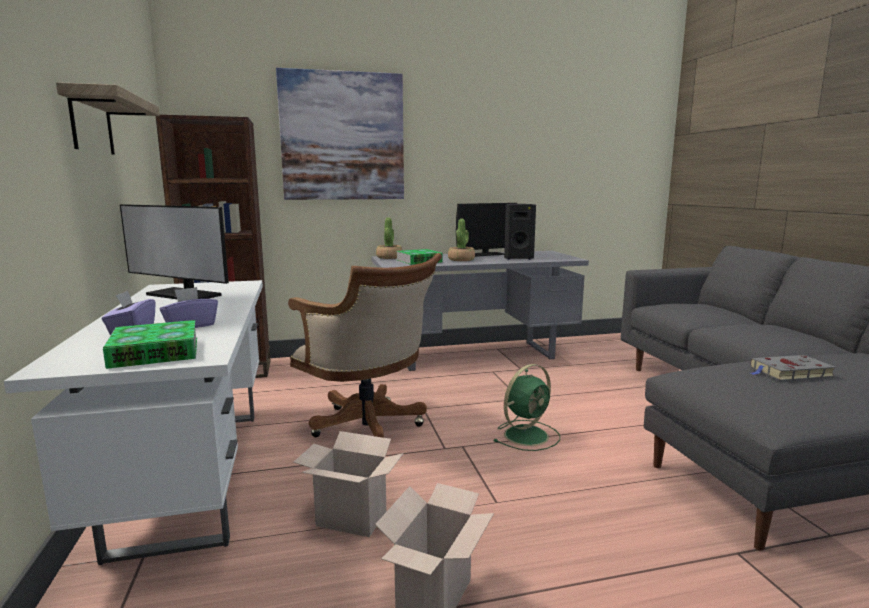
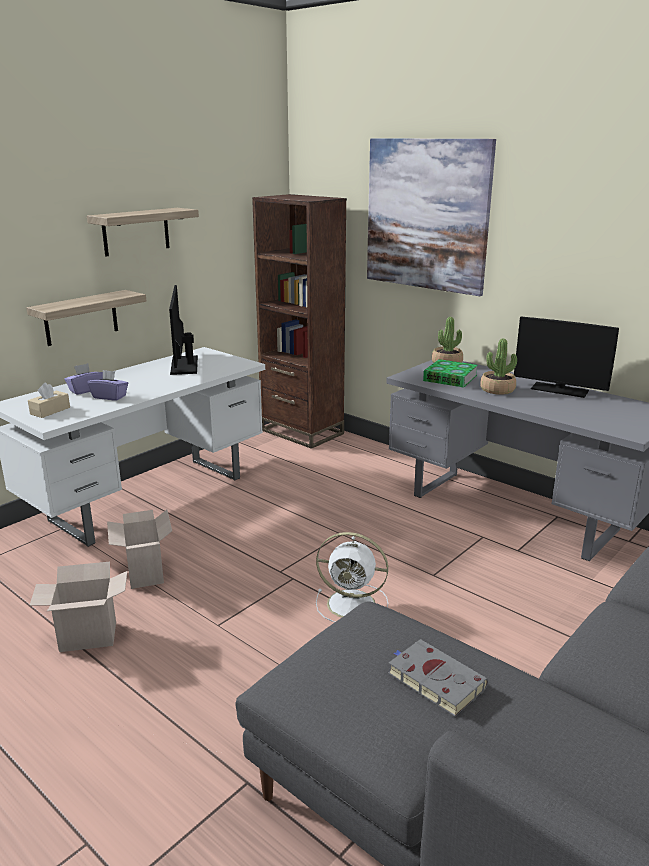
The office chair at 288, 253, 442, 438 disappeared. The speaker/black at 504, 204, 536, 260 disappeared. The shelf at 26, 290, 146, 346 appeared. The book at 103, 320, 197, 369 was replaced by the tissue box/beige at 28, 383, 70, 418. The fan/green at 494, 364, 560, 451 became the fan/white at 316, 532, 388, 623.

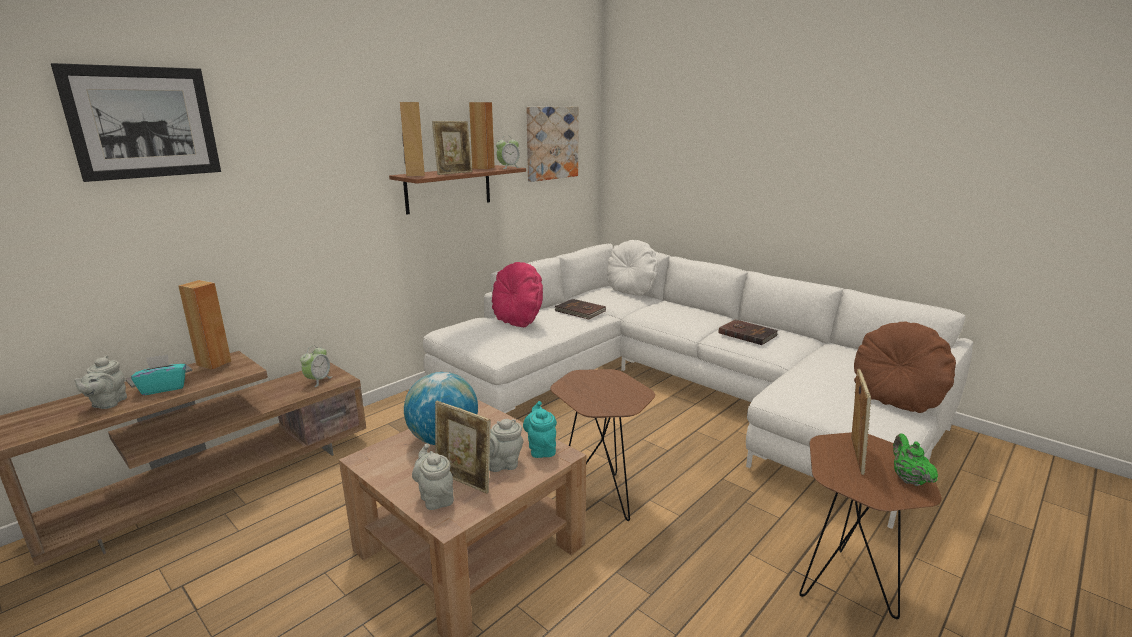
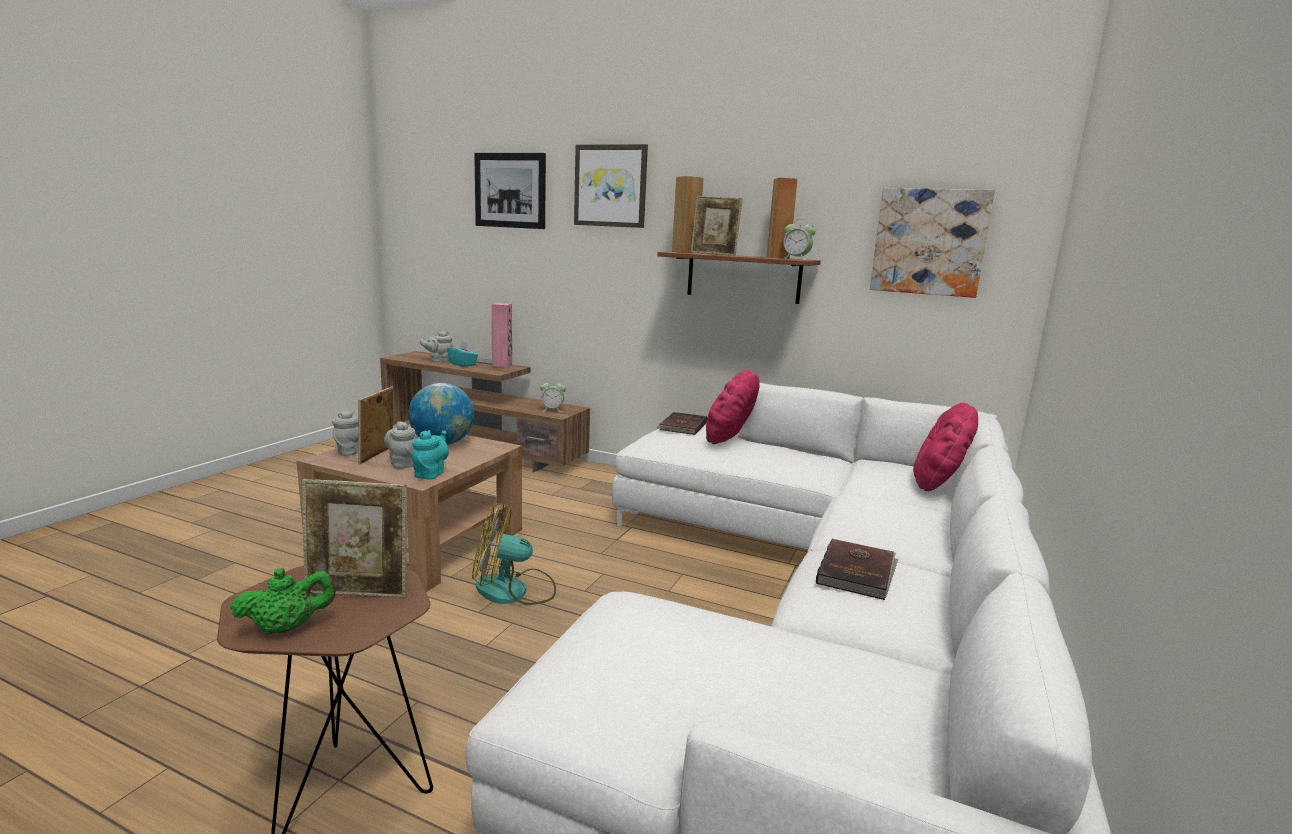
The pillow/brown at 854, 321, 956, 413 disappeared. The picture at 574, 144, 648, 228 appeared. The book/brown moved from 554, 299, 606, 320 to 656, 412, 707, 435. The side table/brown at 550, 369, 655, 521 was replaced by the fan at 472, 503, 556, 605. The speaker/brown at 178, 280, 232, 370 became the speaker/pink at 491, 303, 512, 367. The pillow/white at 607, 240, 658, 296 became the pillow/pink at 913, 403, 978, 491. The teapot/turquoise at 523, 401, 557, 458 turned 45 degrees counterclockwise.

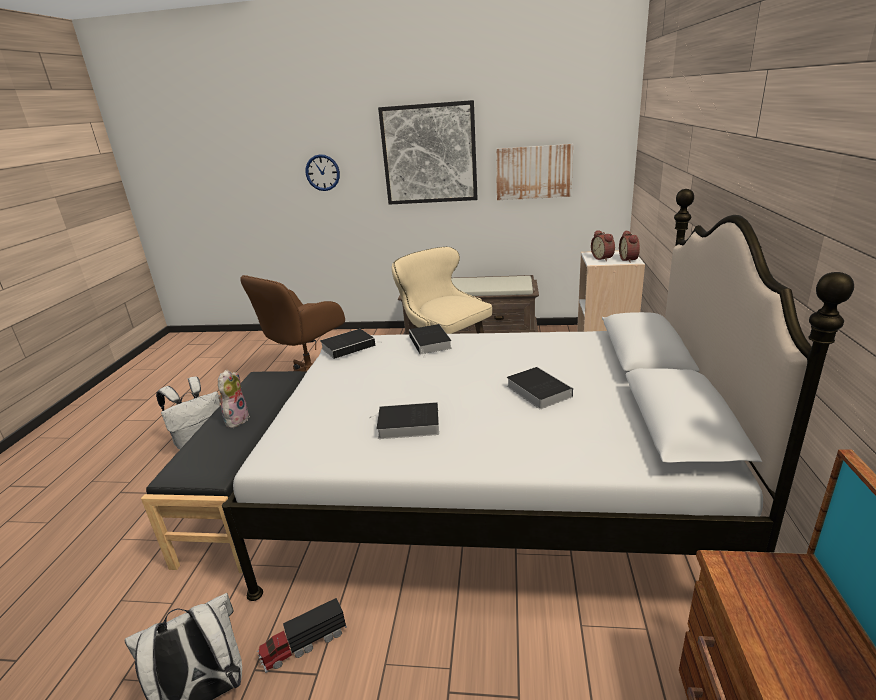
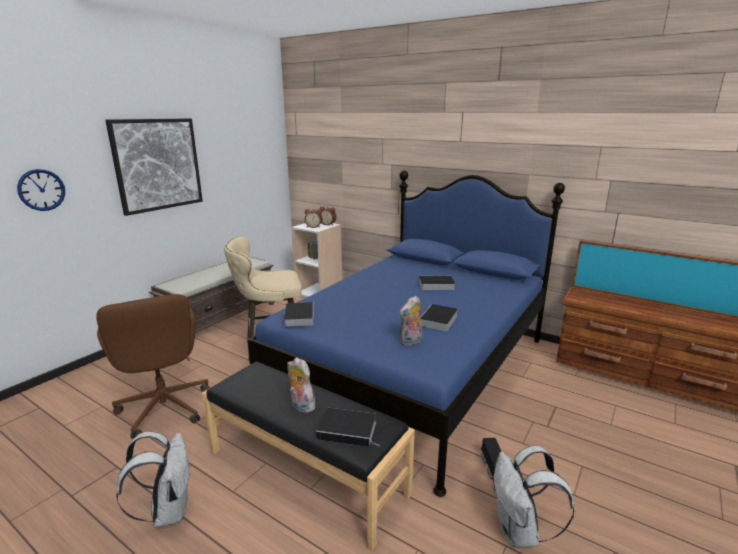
The picture at 496, 144, 573, 200 disappeared. The plush toy at 400, 296, 422, 346 appeared. The book moved from 409, 324, 452, 358 to 316, 408, 381, 447. The bed/white at 222, 189, 854, 601 became the bed/blue at 247, 171, 565, 497.

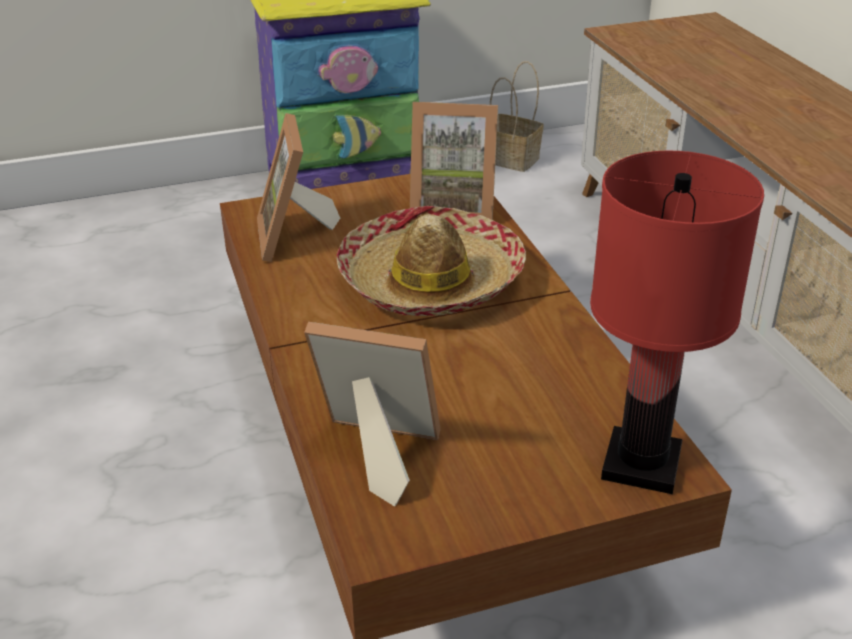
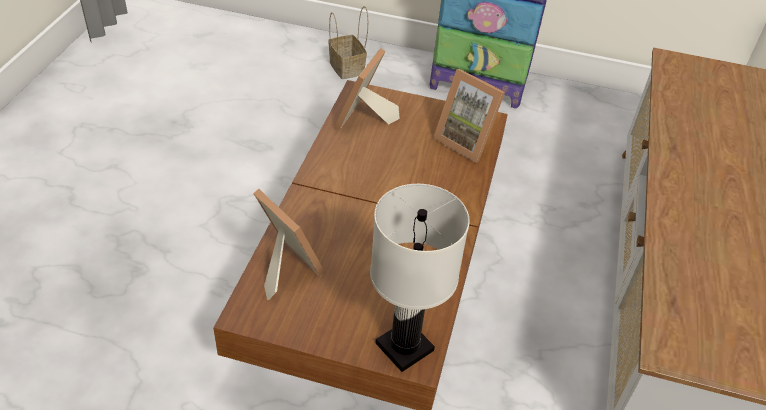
The hat at 337, 206, 526, 316 disappeared. The basket moved from 490, 61, 543, 172 to 328, 6, 368, 79. The table lamp/red at 590, 150, 764, 494 became the table lamp/white at 370, 184, 470, 372.

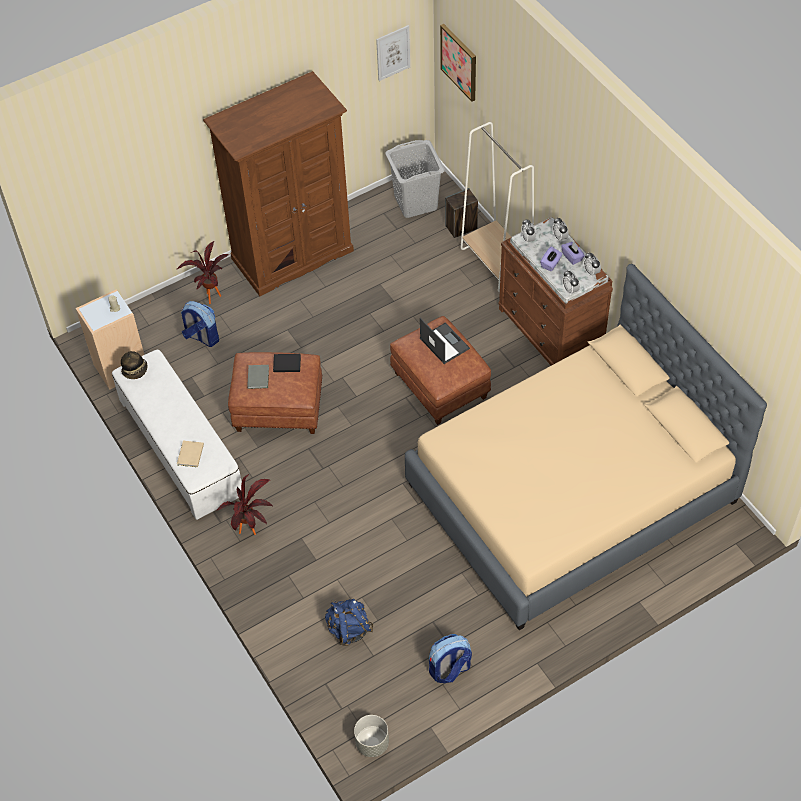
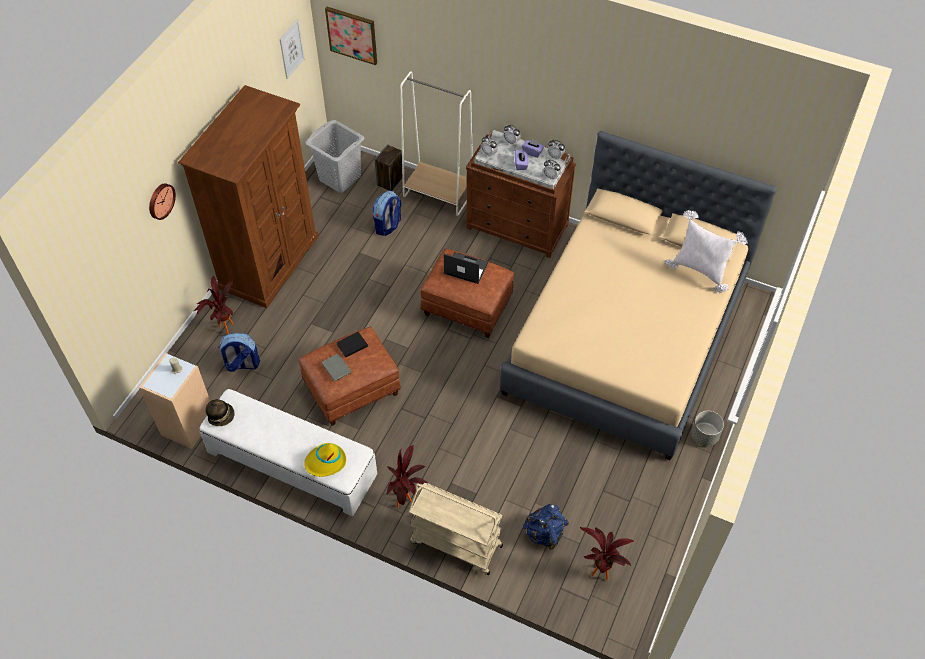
The wall clock at 149, 183, 176, 220 appeared. The cart/beige at 409, 483, 503, 575 appeared. The potted plant at 580, 527, 635, 580 appeared. The pillow/white at 664, 210, 748, 293 appeared. The planter/grey moved from 354, 715, 389, 757 to 691, 411, 724, 446. The backpack moved from 429, 634, 472, 683 to 372, 191, 401, 236. The book/beige at 177, 441, 204, 467 was replaced by the hat/yellow at 304, 443, 346, 477.

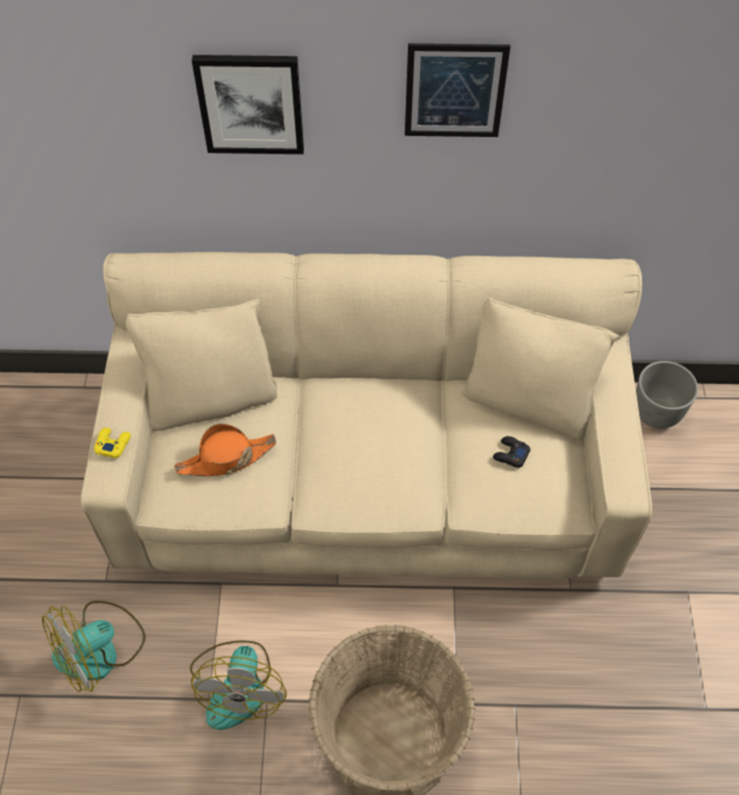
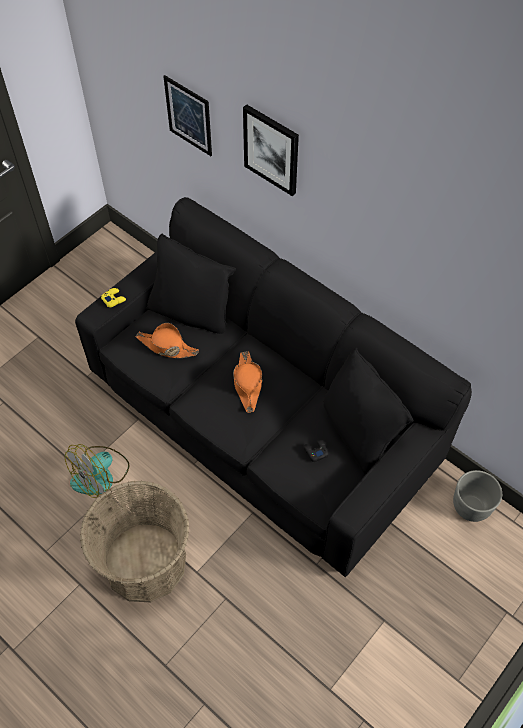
The fan at 42, 601, 146, 692 disappeared. The hat/orange at 233, 351, 263, 413 appeared. The picture moved from 405, 43, 510, 137 to 163, 75, 212, 156. The sofa/beige at 81, 252, 652, 579 became the sofa/black at 75, 197, 472, 577.

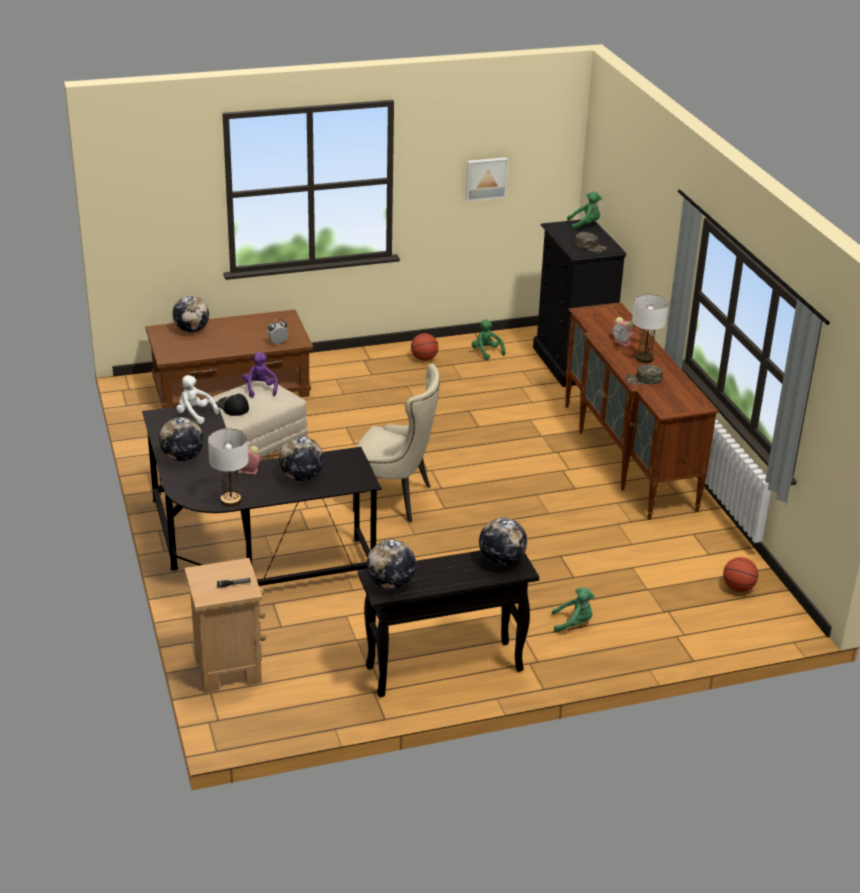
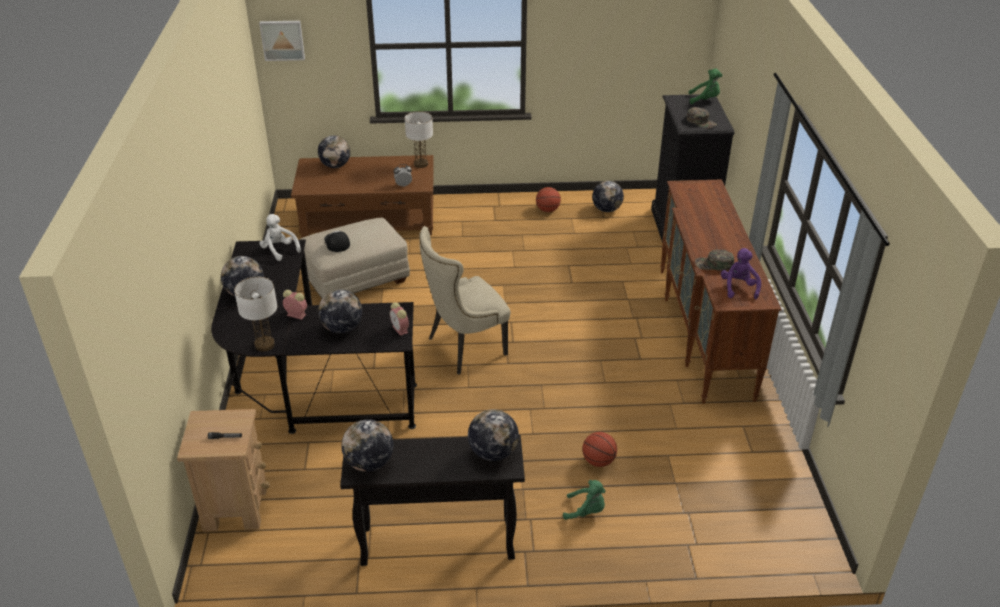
The plush toy/purple moved from 242, 352, 278, 397 to 721, 248, 761, 299. The picture moved from 466, 157, 508, 201 to 259, 21, 305, 61. The alarm clock moved from 613, 317, 634, 346 to 390, 302, 409, 336. The table lamp moved from 632, 294, 669, 363 to 405, 111, 433, 168. The basketball moved from 723, 557, 758, 592 to 582, 432, 617, 467. The plush toy/green at 472, 319, 506, 360 was replaced by the globe at 592, 181, 624, 212. The chair/beige at 353, 363, 440, 523 turned 120 degrees clockwise.

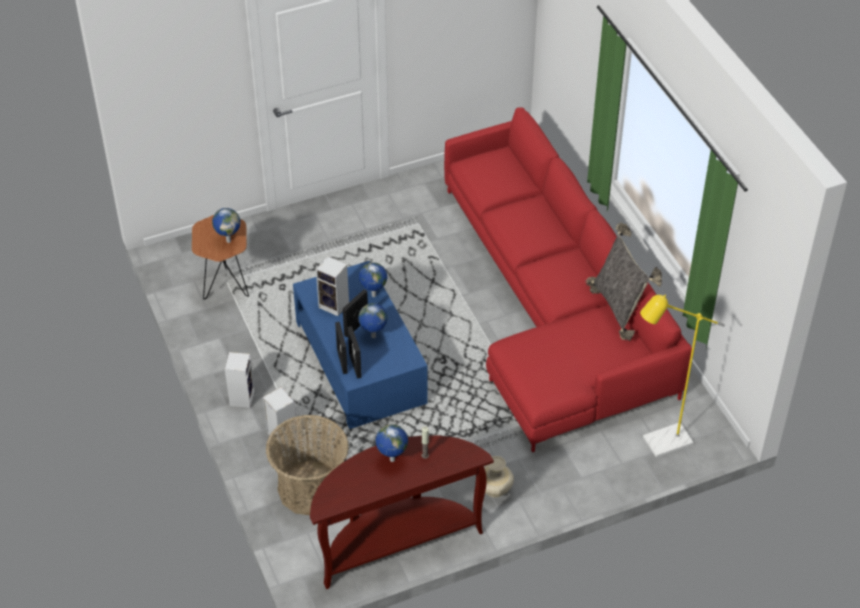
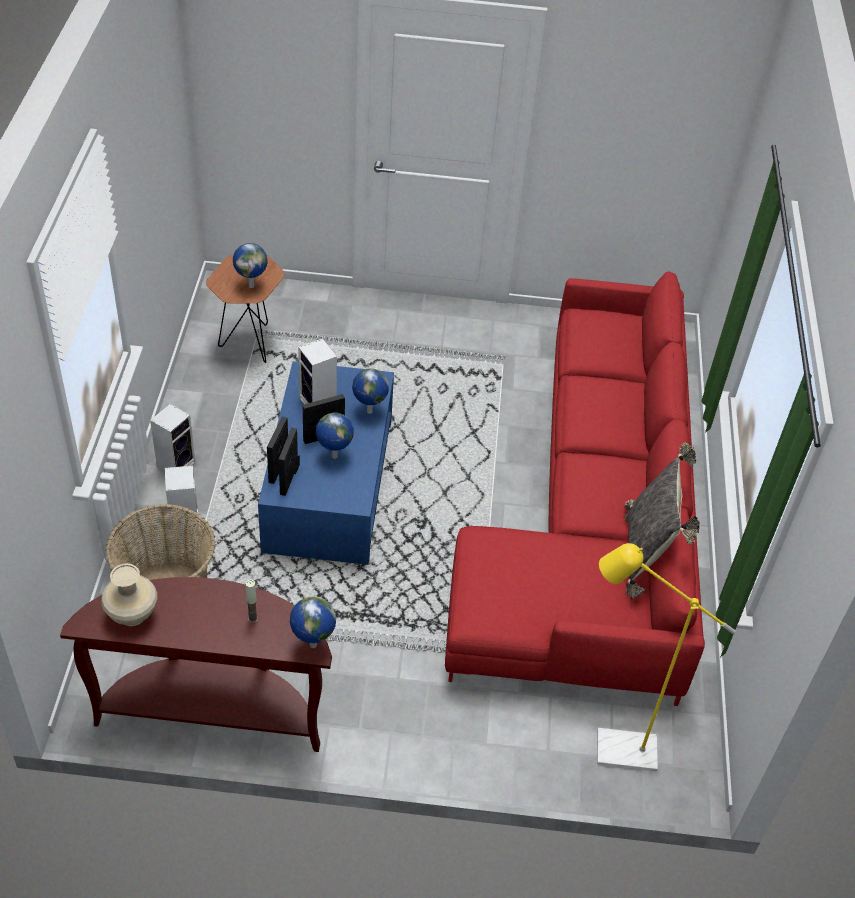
The globe moved from 375, 424, 408, 462 to 290, 596, 336, 648. The vase/beige moved from 484, 456, 514, 498 to 101, 563, 157, 626.

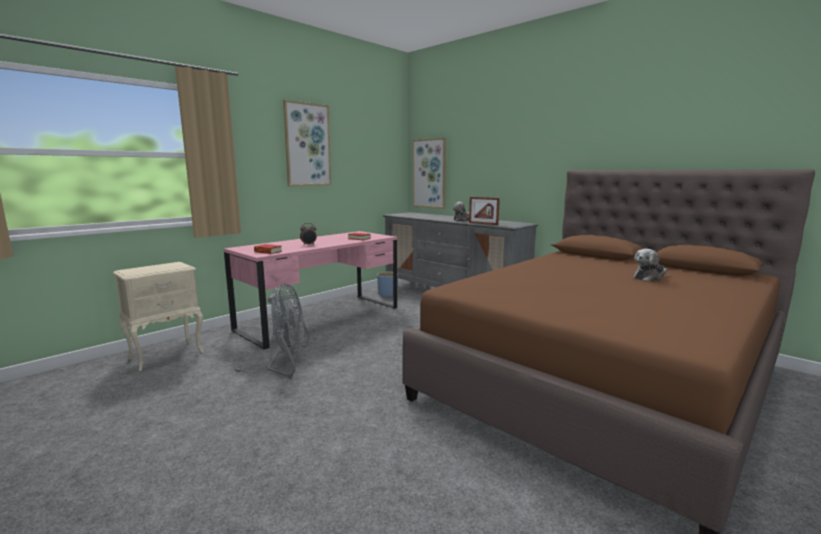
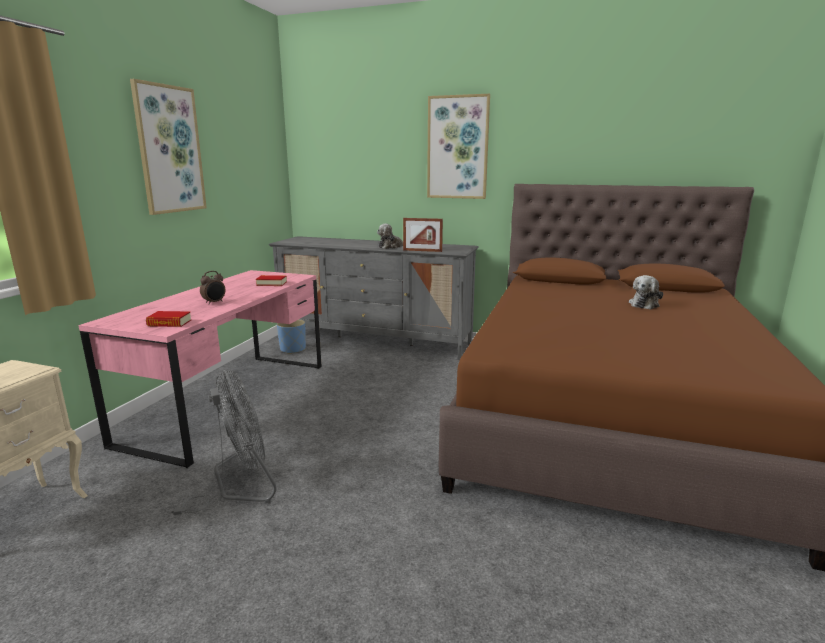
The picture moved from 413, 138, 446, 209 to 427, 94, 490, 199.

